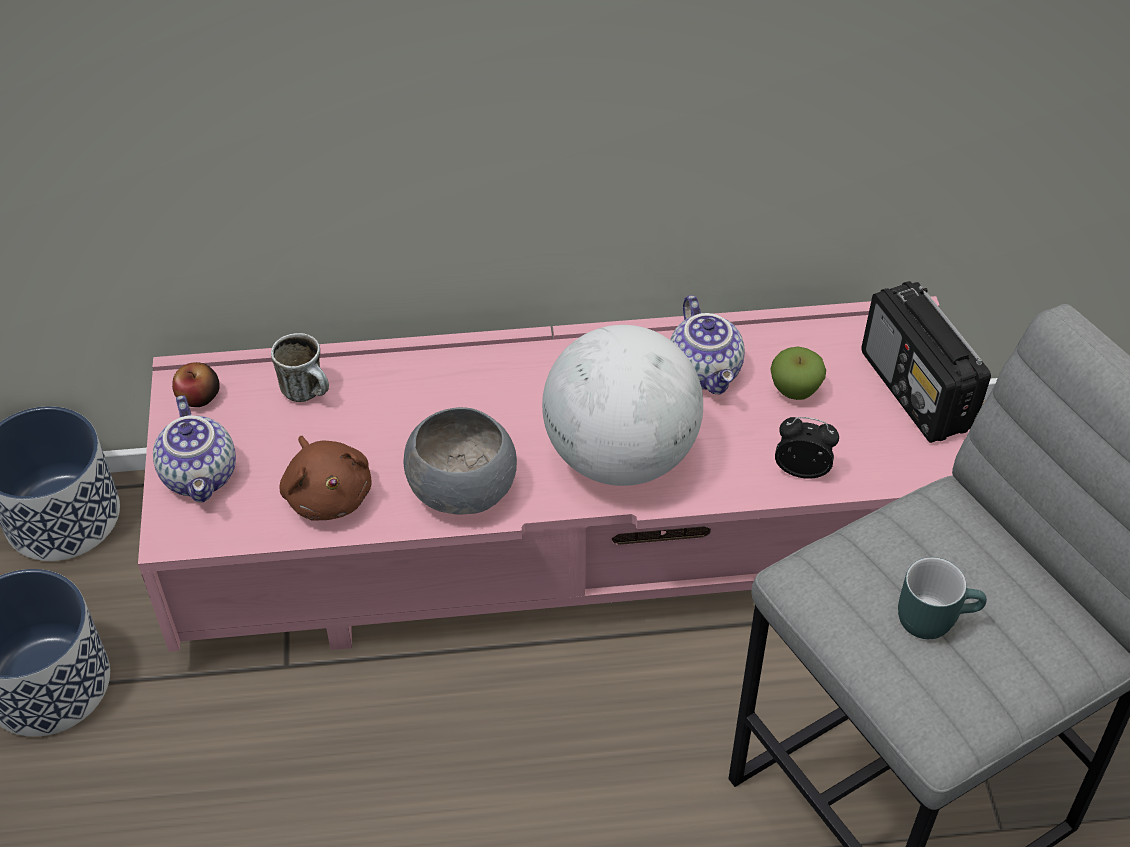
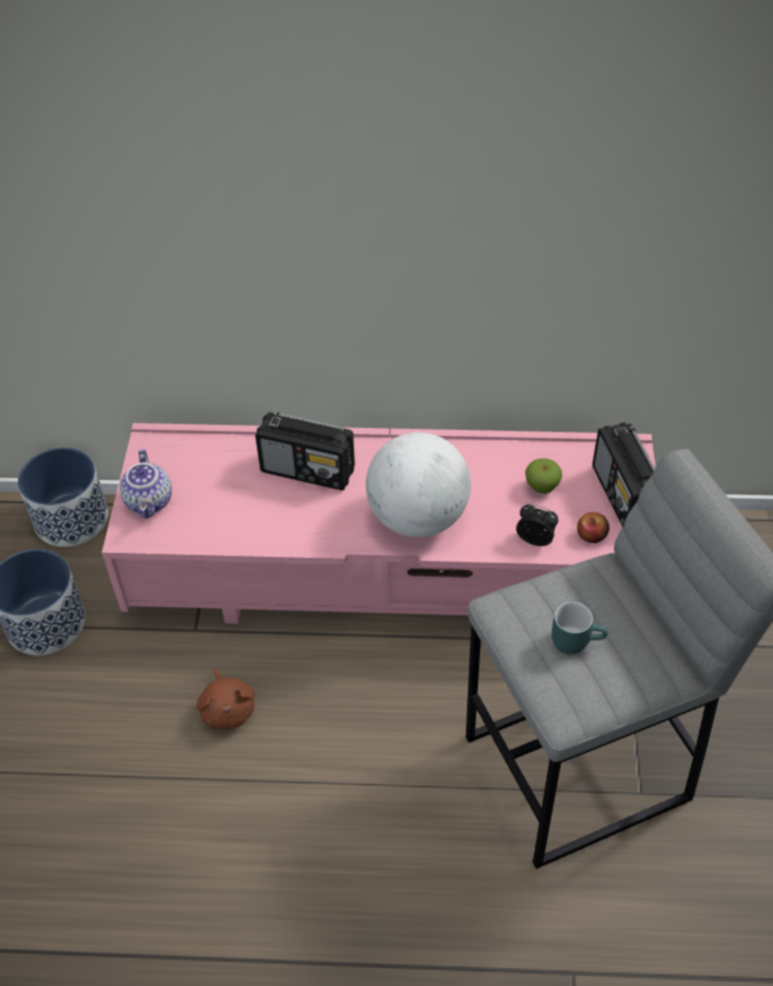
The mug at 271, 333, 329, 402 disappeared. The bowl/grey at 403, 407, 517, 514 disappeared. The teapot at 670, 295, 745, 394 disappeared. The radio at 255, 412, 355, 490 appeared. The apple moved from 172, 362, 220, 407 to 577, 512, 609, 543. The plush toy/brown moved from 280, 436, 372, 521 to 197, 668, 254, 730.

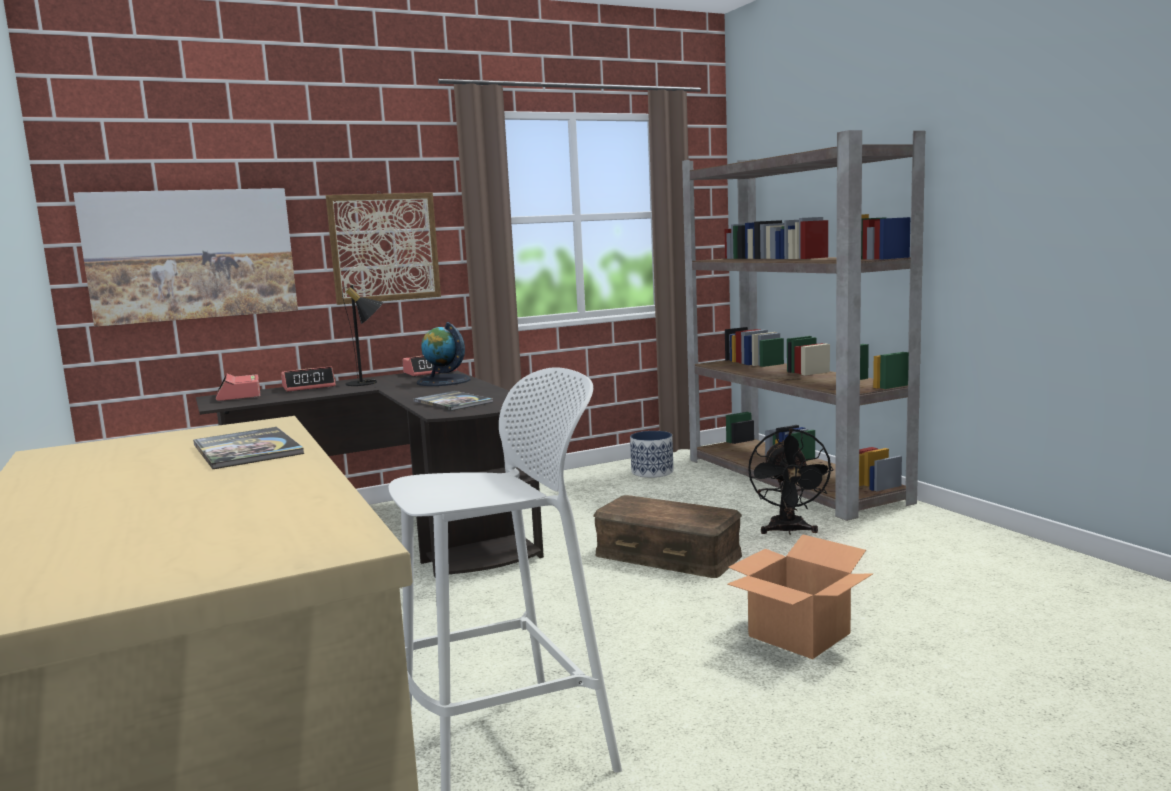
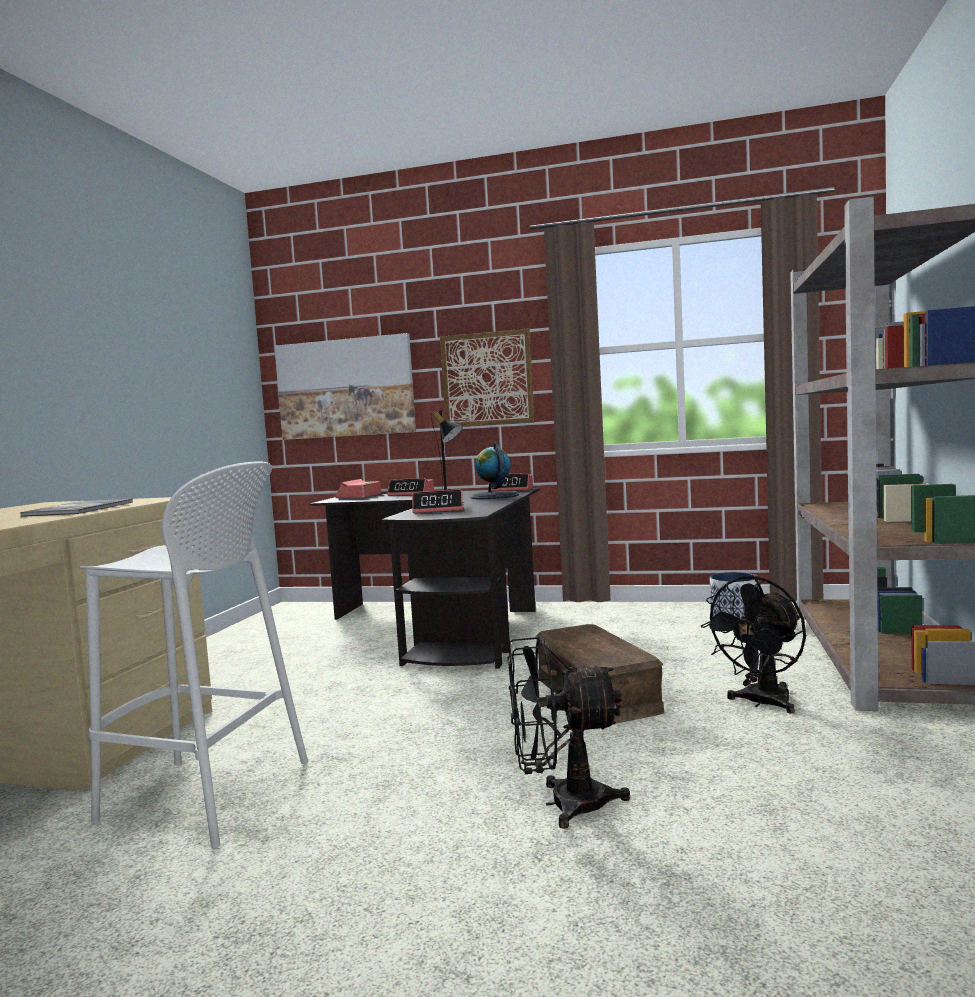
The book at 413, 391, 493, 411 was replaced by the alarm clock at 412, 489, 463, 513. The cardboard box at 727, 534, 873, 659 was replaced by the fan/black at 507, 636, 630, 829.

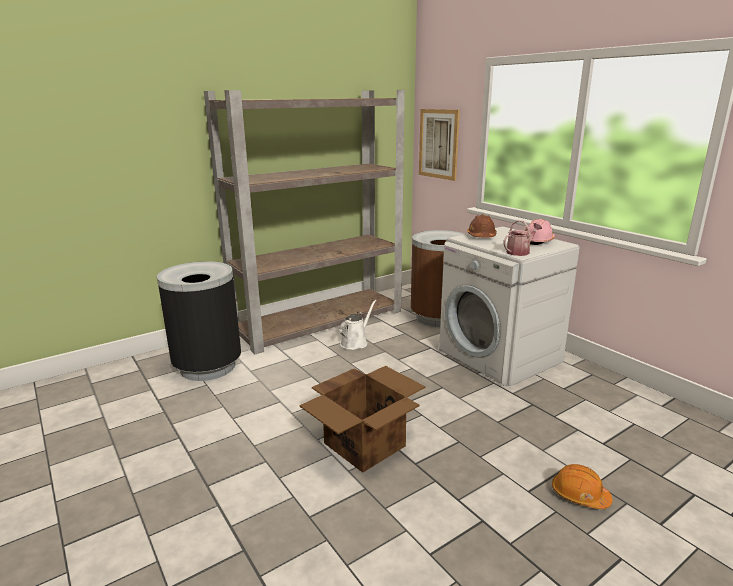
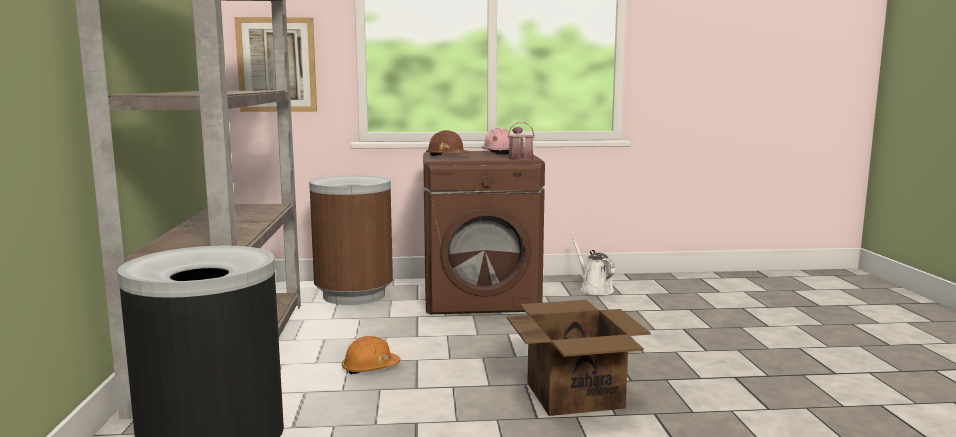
The watering can/white moved from 339, 300, 376, 350 to 572, 239, 615, 295. The hard hat/orange moved from 552, 464, 613, 509 to 342, 336, 400, 374. The washing machine/white at 439, 226, 580, 386 became the washing machine/brown at 423, 151, 545, 314.

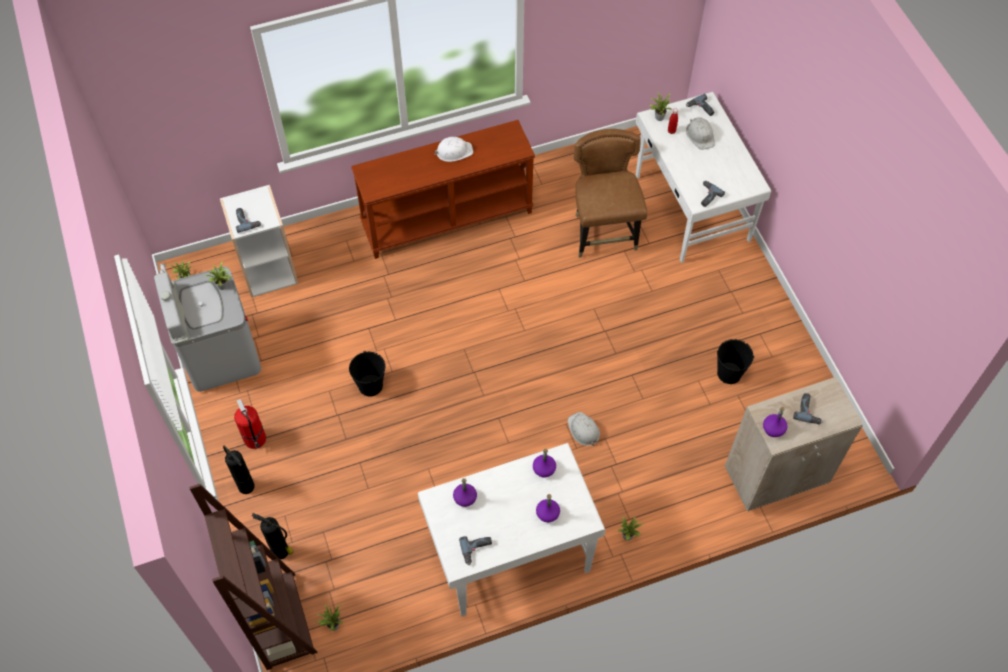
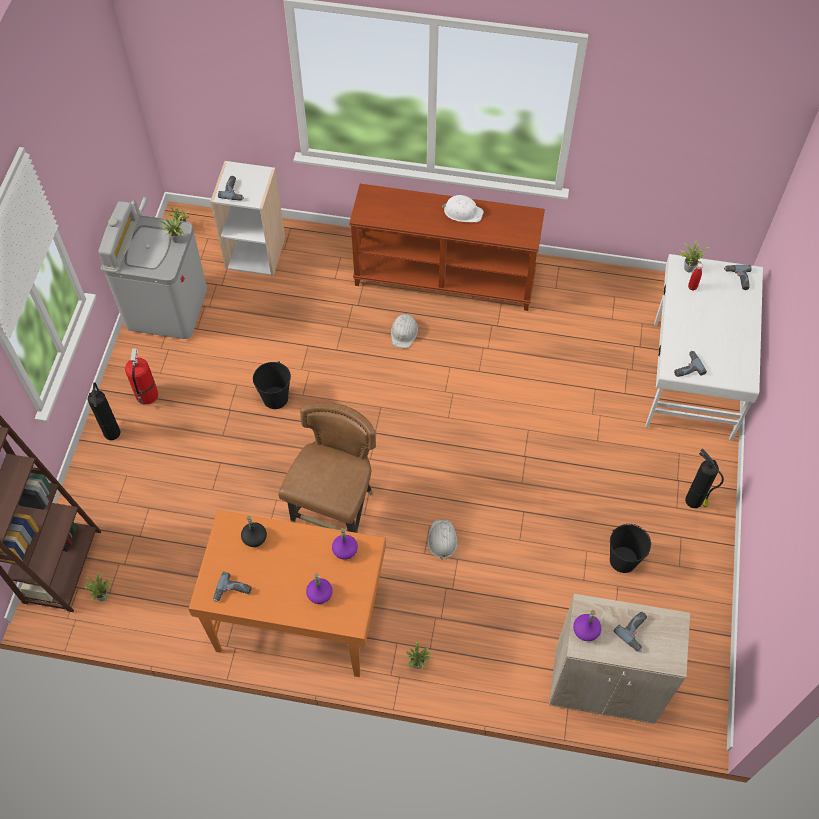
The fire extinguisher moved from 252, 513, 293, 559 to 685, 449, 724, 508. The chair/brown moved from 574, 129, 647, 258 to 278, 402, 376, 533. The hard hat/white moved from 686, 117, 715, 150 to 391, 313, 418, 348. The desk/white at 418, 443, 605, 617 became the desk/orange at 188, 510, 386, 677. The bottle/purple at 453, 478, 477, 507 became the bottle/black at 241, 516, 267, 547.

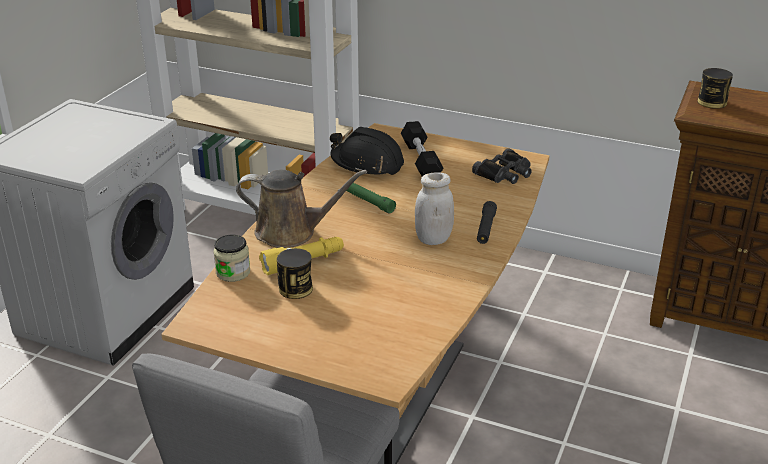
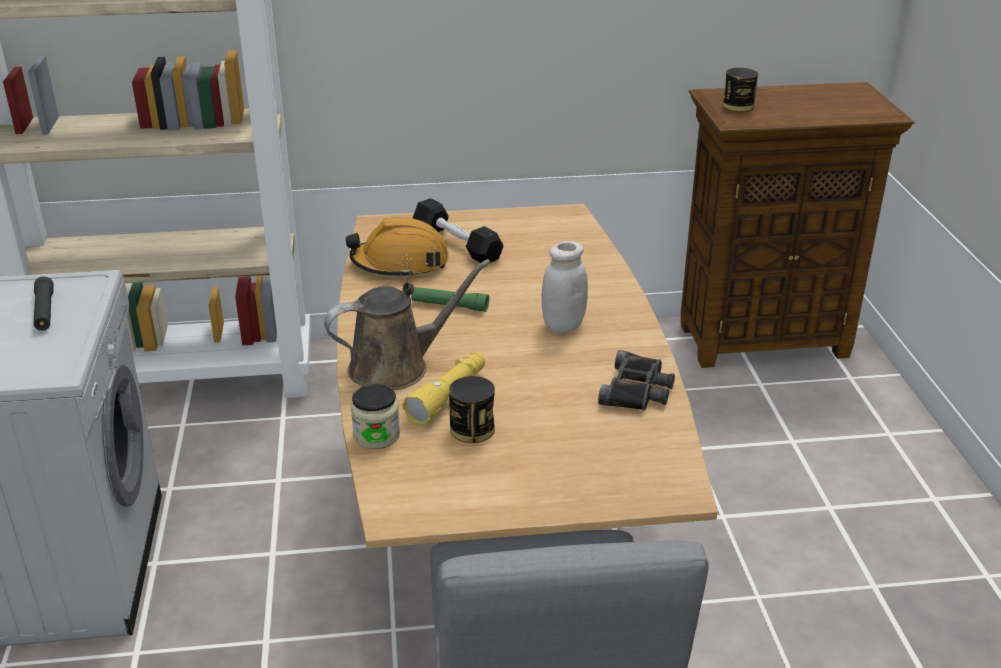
The binoculars/black moved from 472, 148, 532, 184 to 598, 350, 675, 410. The flashlight/black moved from 477, 201, 497, 244 to 34, 276, 54, 331. The hard hat/black at 330, 127, 404, 175 became the hard hat/orange at 346, 217, 449, 279.

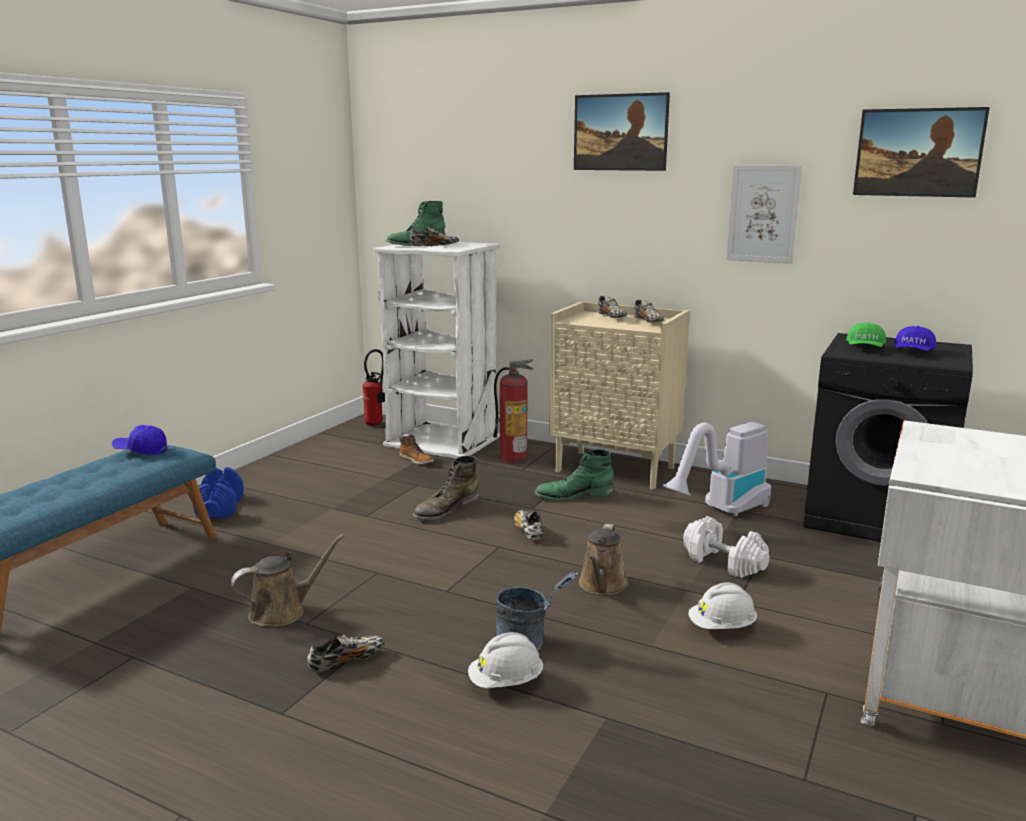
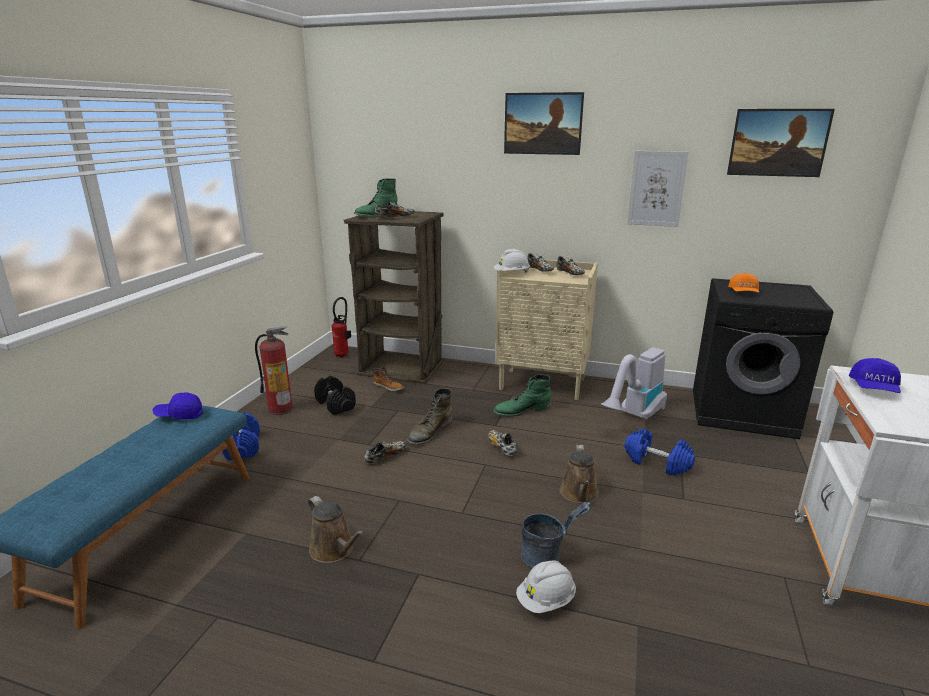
The dumbbell/black at 314, 376, 356, 415 appeared. The shoe moved from 307, 635, 385, 673 to 364, 441, 406, 465. The fire extinguisher moved from 493, 359, 533, 464 to 255, 326, 293, 415. The hard hat/white moved from 688, 583, 757, 629 to 494, 249, 530, 272. The cap/blue moved from 894, 326, 936, 351 to 849, 358, 901, 393. The bookcase/white at 372, 242, 500, 459 became the bookcase/brown at 344, 211, 445, 384. The dumbbell/white at 683, 516, 770, 578 became the dumbbell/blue at 625, 428, 695, 476. The cap/green at 846, 322, 886, 347 became the cap/orange at 728, 273, 759, 293. The watering can/brown at 231, 534, 345, 627 turned 90 degrees clockwise.

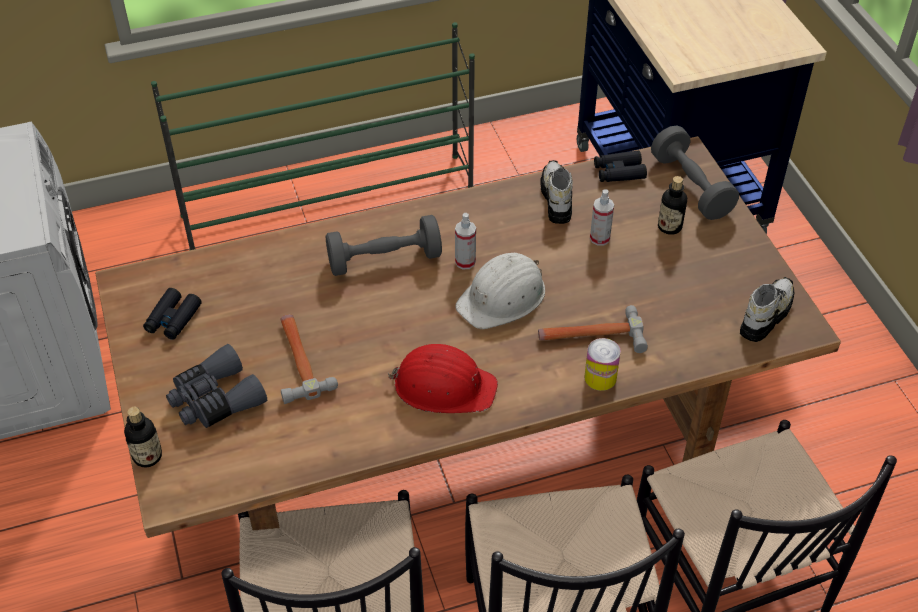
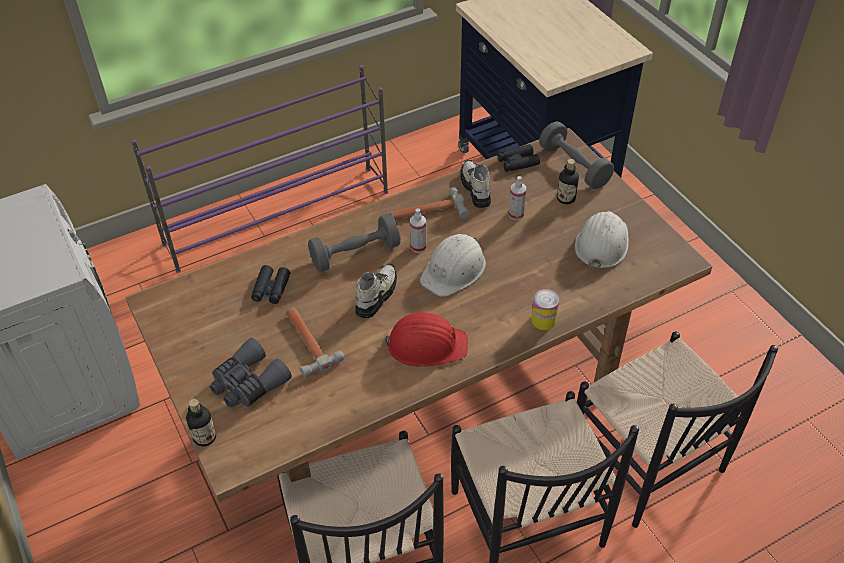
The hard hat/white at 575, 211, 629, 270 appeared. The binoculars/black moved from 143, 288, 202, 340 to 251, 265, 291, 304. The hammer moved from 538, 305, 648, 353 to 390, 187, 469, 219. The shoe moved from 740, 277, 795, 342 to 355, 263, 397, 318. The shoe rack/green at 151, 22, 475, 250 became the shoe rack/purple at 131, 65, 388, 273.

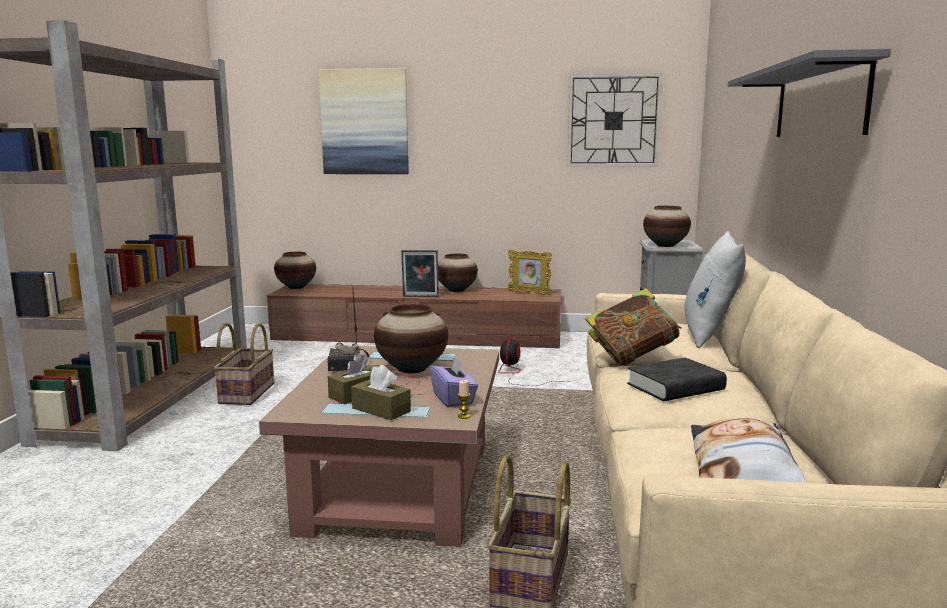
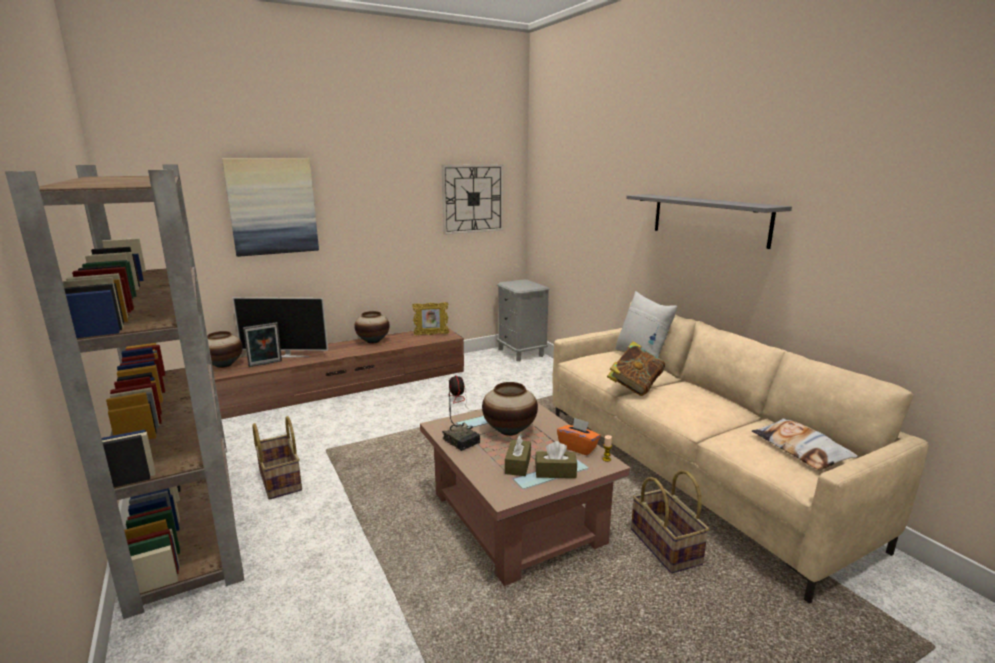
The book/black at 627, 357, 727, 401 disappeared. The vase at 643, 206, 691, 247 disappeared. The television at 233, 297, 328, 358 appeared. The picture frame moved from 401, 250, 439, 297 to 243, 322, 282, 367. The tissue box/purple at 430, 356, 478, 407 became the tissue box/orange at 557, 417, 601, 456.

